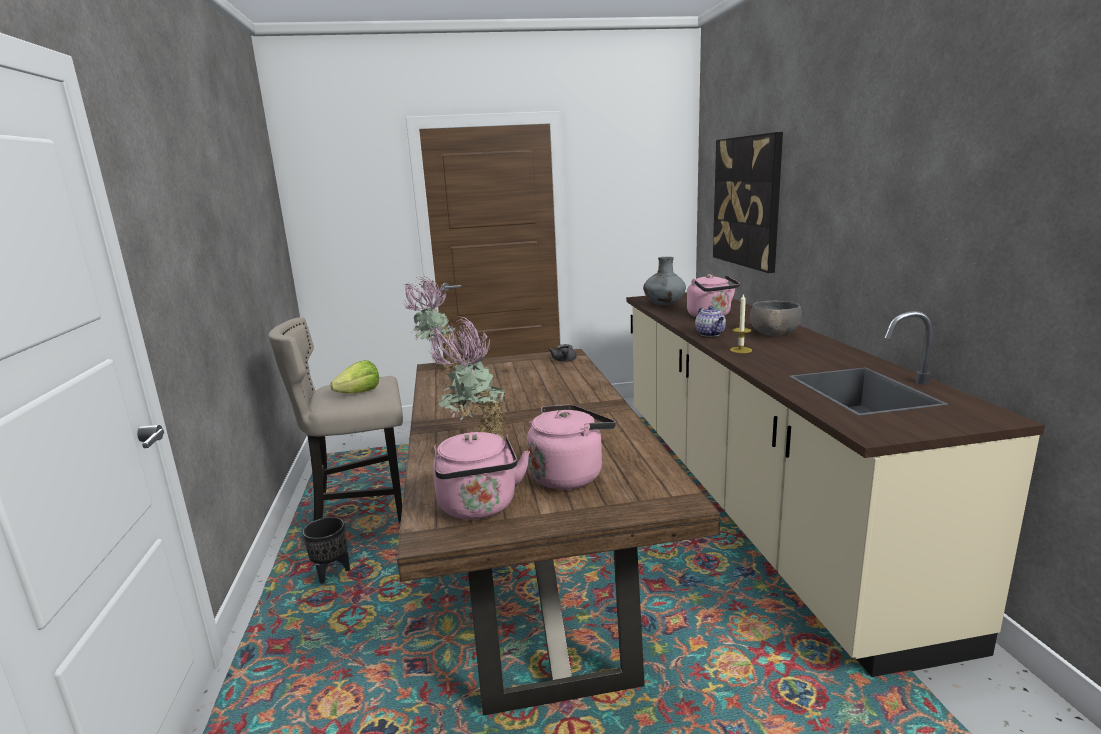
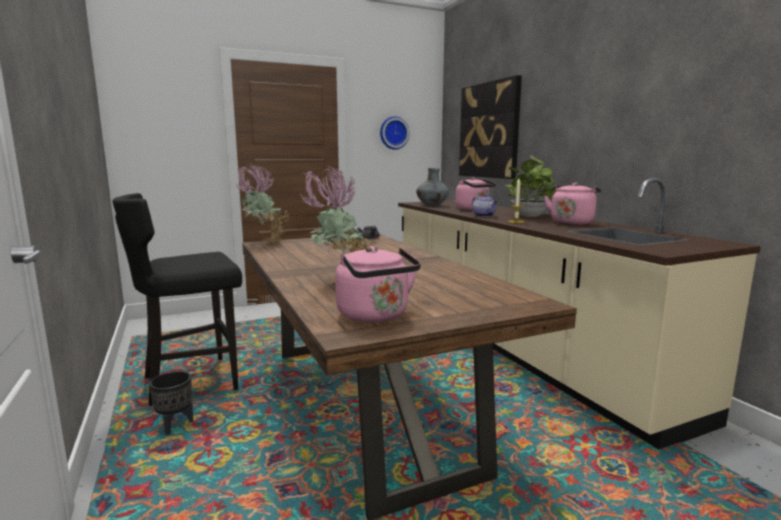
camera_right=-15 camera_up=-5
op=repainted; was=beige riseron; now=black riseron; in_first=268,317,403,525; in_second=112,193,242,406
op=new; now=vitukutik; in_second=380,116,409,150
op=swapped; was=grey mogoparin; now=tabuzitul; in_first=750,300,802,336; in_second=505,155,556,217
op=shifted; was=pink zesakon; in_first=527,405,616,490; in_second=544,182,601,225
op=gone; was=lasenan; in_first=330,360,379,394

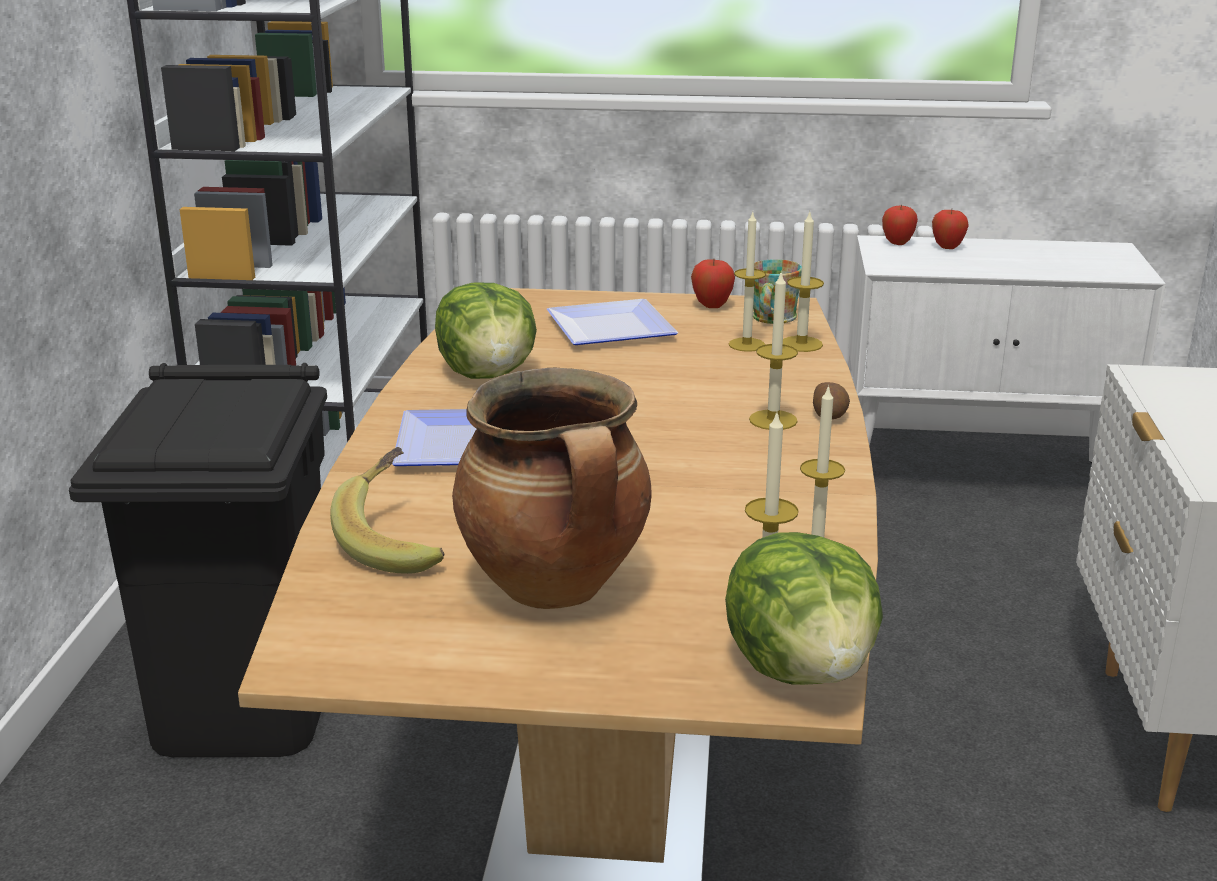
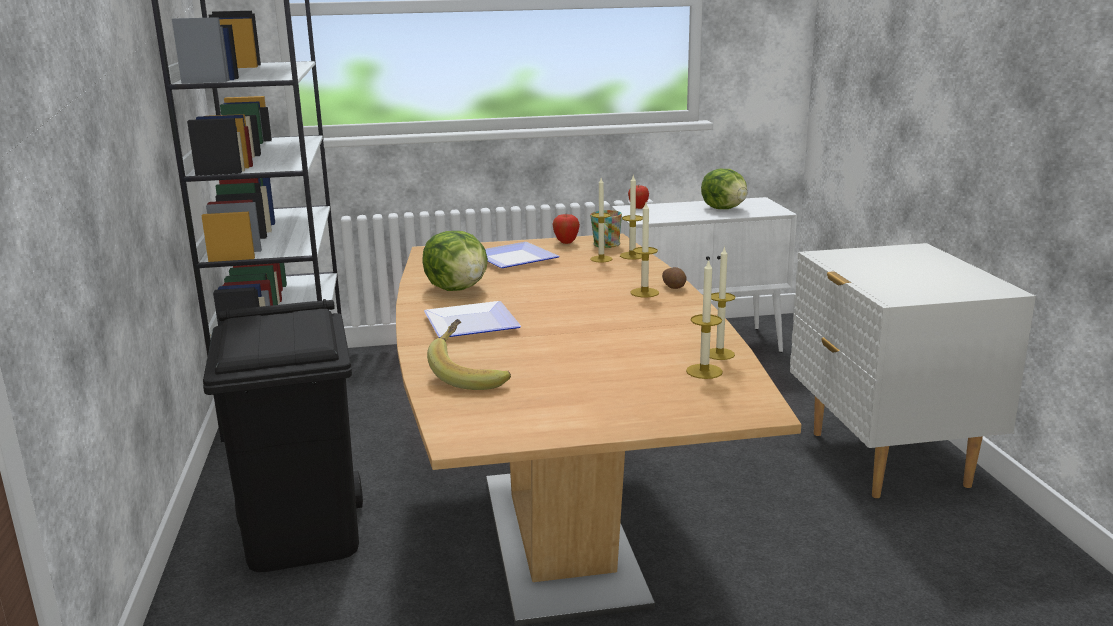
camera_right=-15 camera_up=-5
op=shifted; was=lasenan; in_first=725,532,883,685; in_second=701,169,748,209
op=gone; was=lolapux; in_first=452,368,652,609
op=gone; was=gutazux; in_first=932,210,969,249

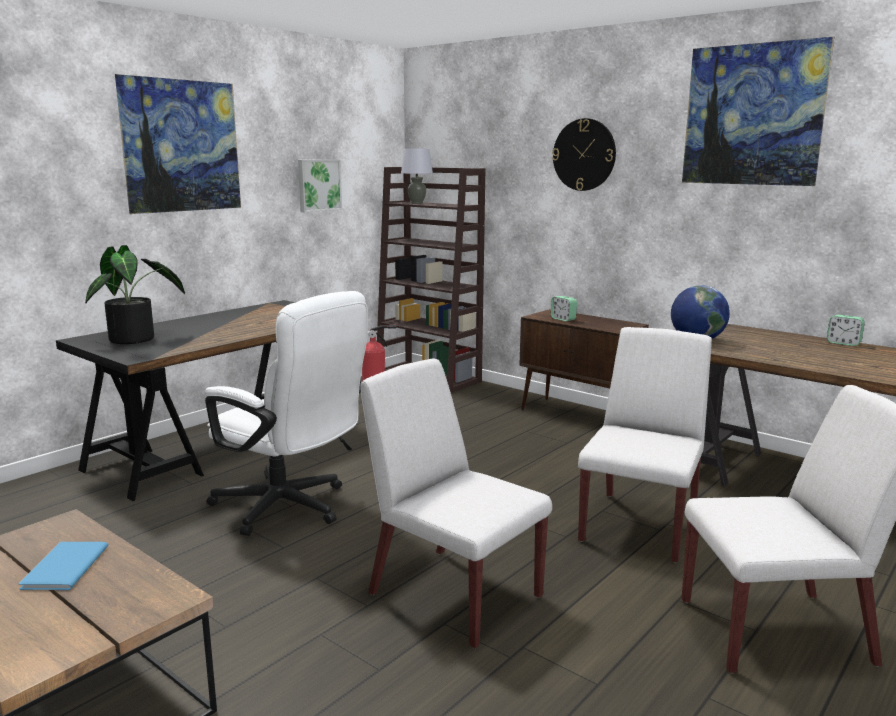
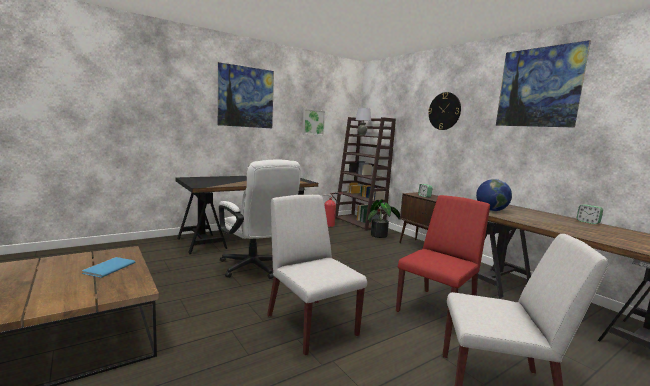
camera_right=15 camera_up=-5
op=shifted; was=tabuzitul; in_first=85,245,185,344; in_second=368,199,400,238
op=repainted; was=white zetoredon; now=red zetoredon; in_first=578,327,712,563; in_second=396,195,490,312

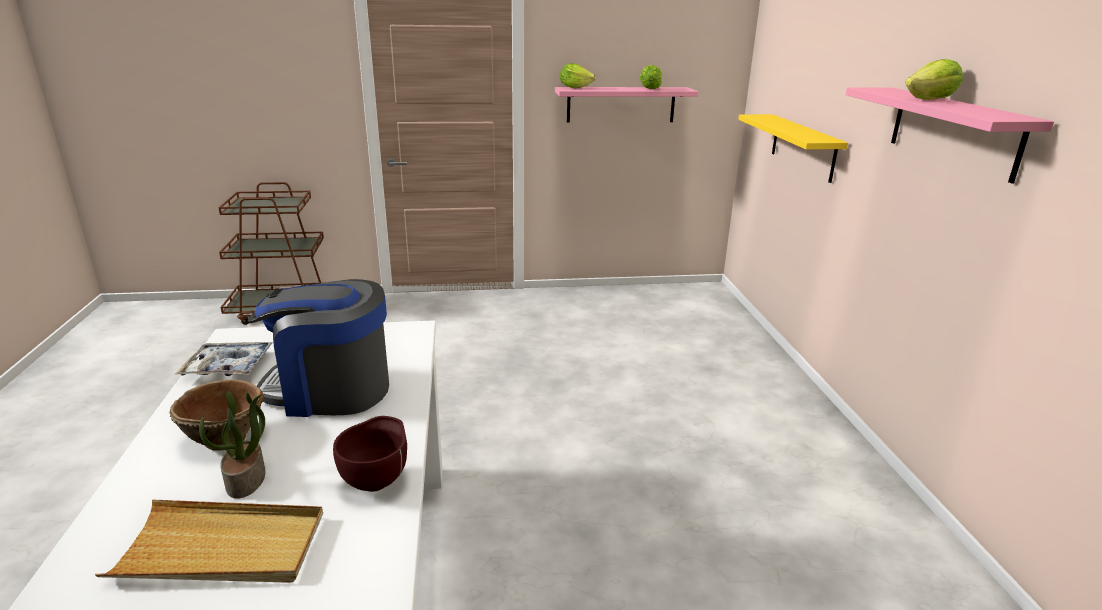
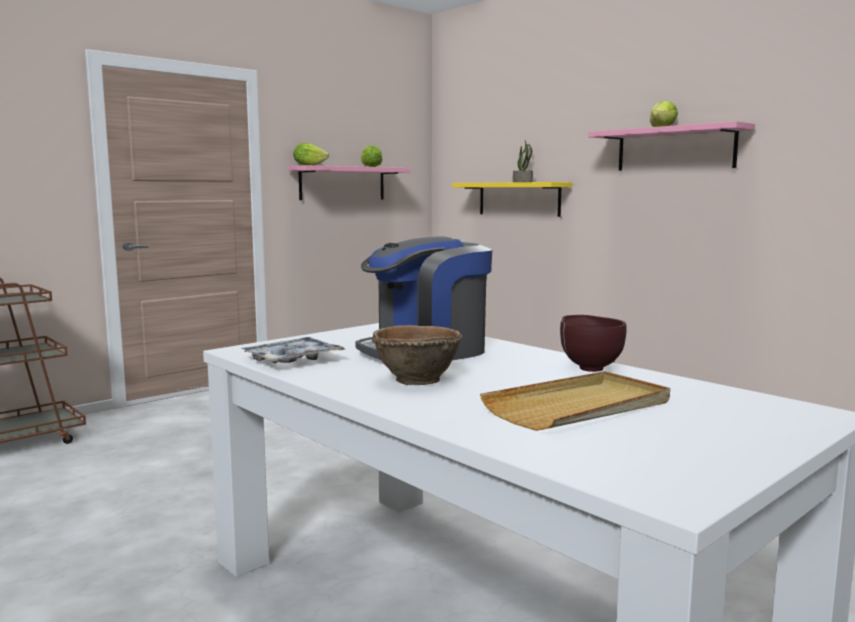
camera_right=-35 camera_up=-15
op=shifted; was=tabuzitul; in_first=199,392,266,499; in_second=513,141,533,182

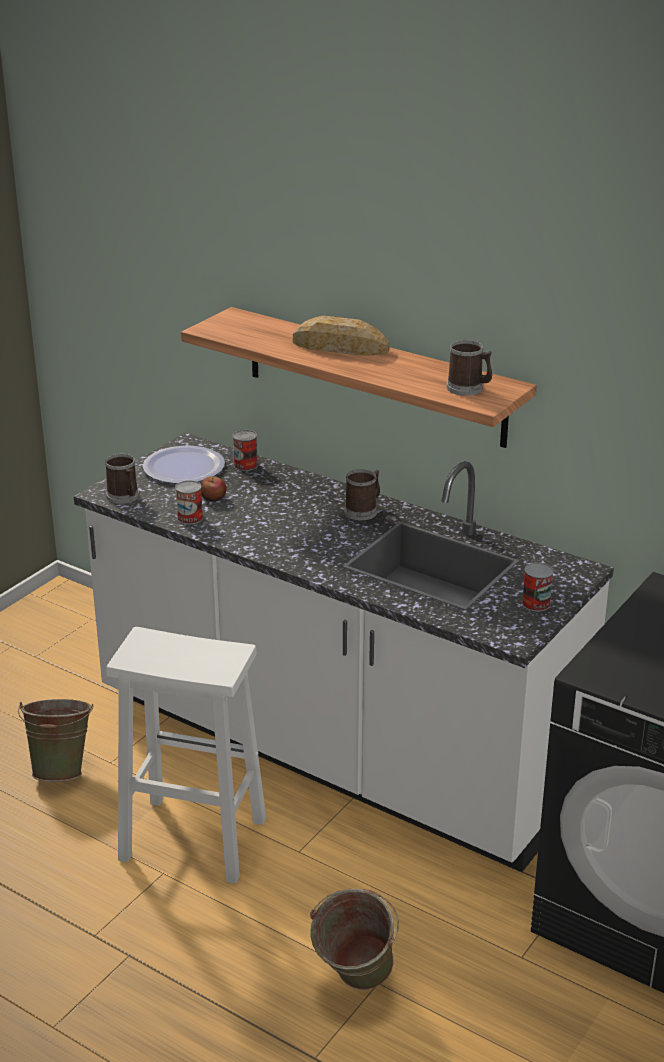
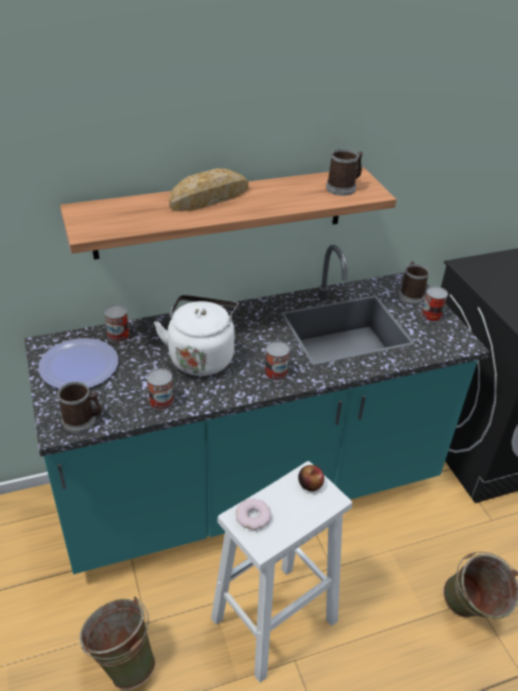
camera_right=-55 camera_up=10
op=repainted; was=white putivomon; now=turquoise putivomon; in_first=74,433,614,872; in_second=24,245,490,574
op=new; now=white zesakon; in_second=154,295,239,376
op=new; now=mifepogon; in_second=236,499,271,530
op=new; now=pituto; in_second=265,341,290,381
op=shifted; was=gutazux; in_first=201,476,226,501; in_second=298,465,324,491
op=shifted; was=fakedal; in_first=344,469,380,520; in_second=399,261,429,304

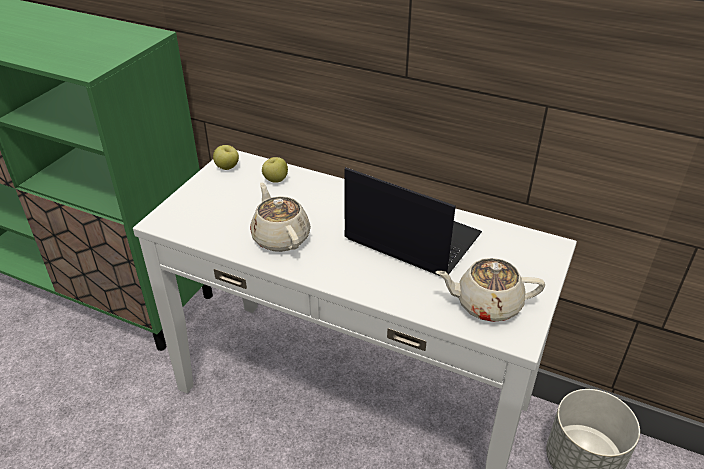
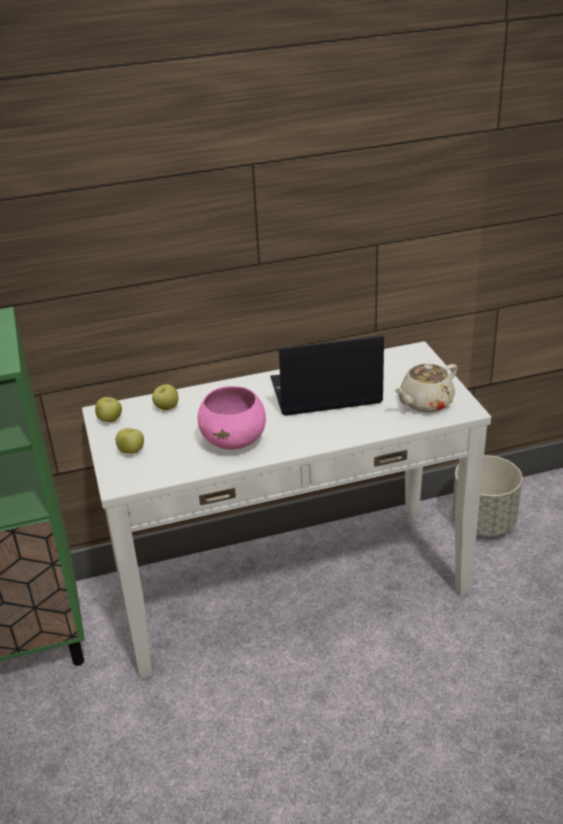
camera_right=-40 camera_up=-5
op=new; now=gutazux; in_second=116,428,144,454
op=swapped; was=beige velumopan; now=pink mogoparin; in_first=250,182,311,252; in_second=198,386,266,450

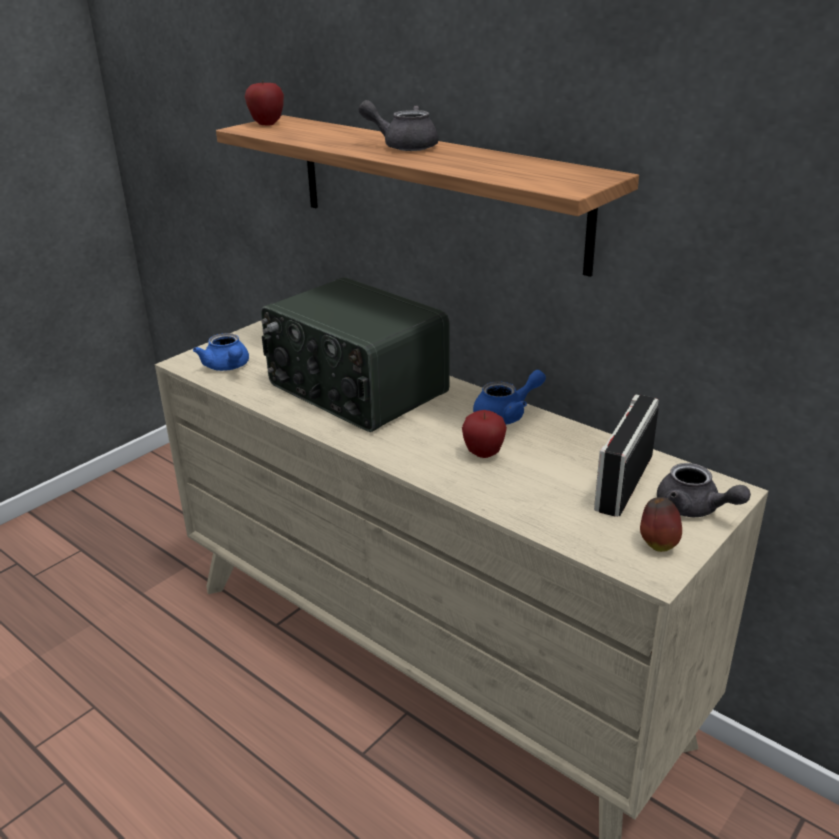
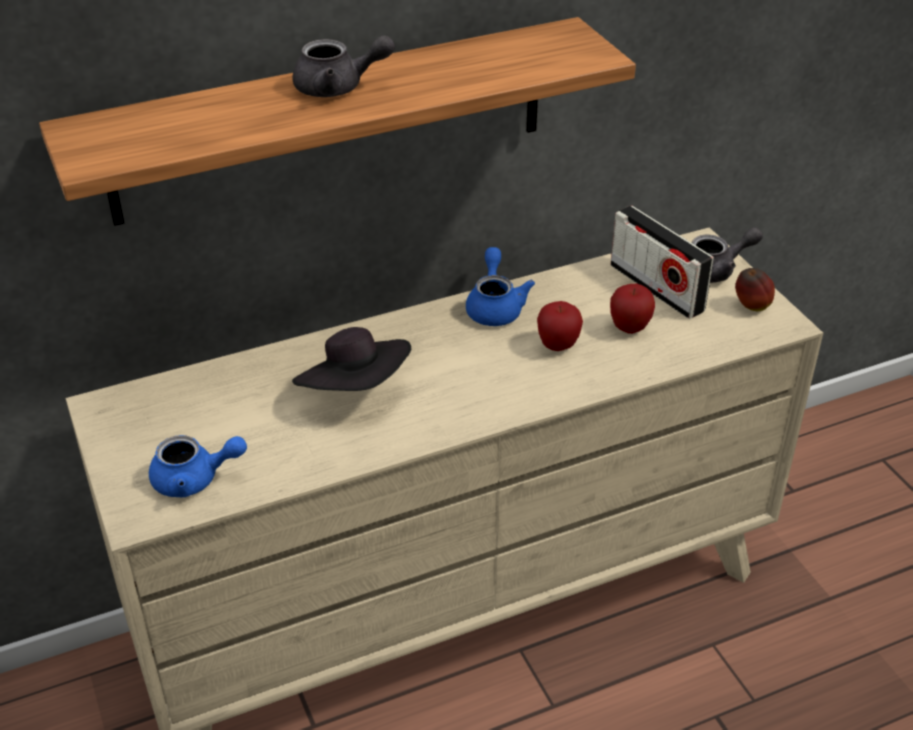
camera_right=-65 camera_up=10
op=swapped; was=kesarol; now=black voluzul; in_first=261,277,450,432; in_second=292,327,411,391
op=rotated; was=grey velumopan; in_first=359,100,439,151; in_second=293,35,395,97; clockwise=-135
op=shifted; was=gutazux; in_first=245,81,284,125; in_second=610,284,655,334

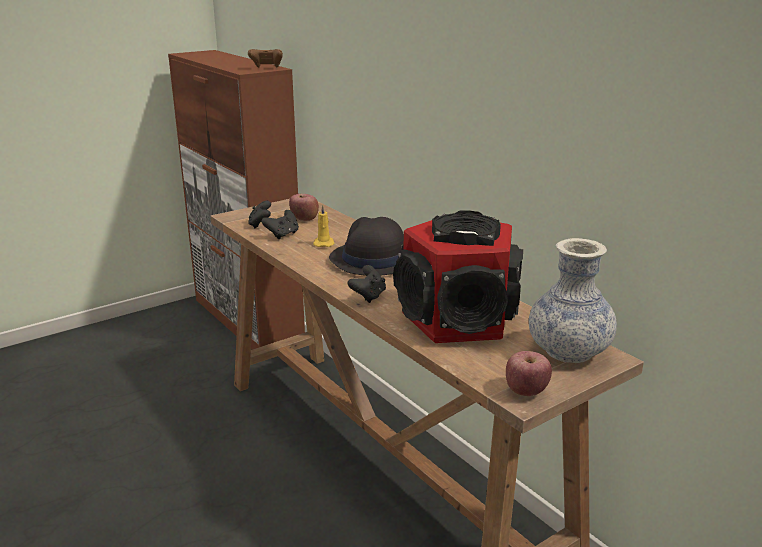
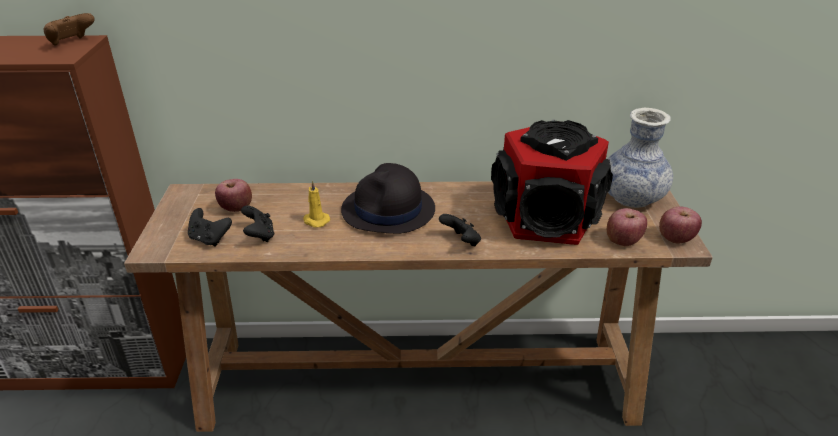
camera_right=-55 camera_up=10
op=new; now=gutazux; in_second=607,208,647,246

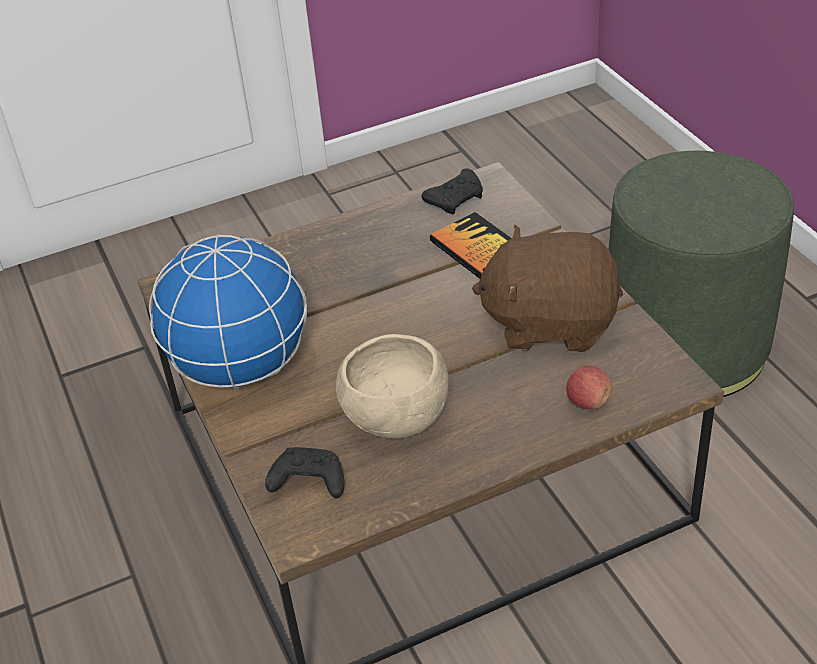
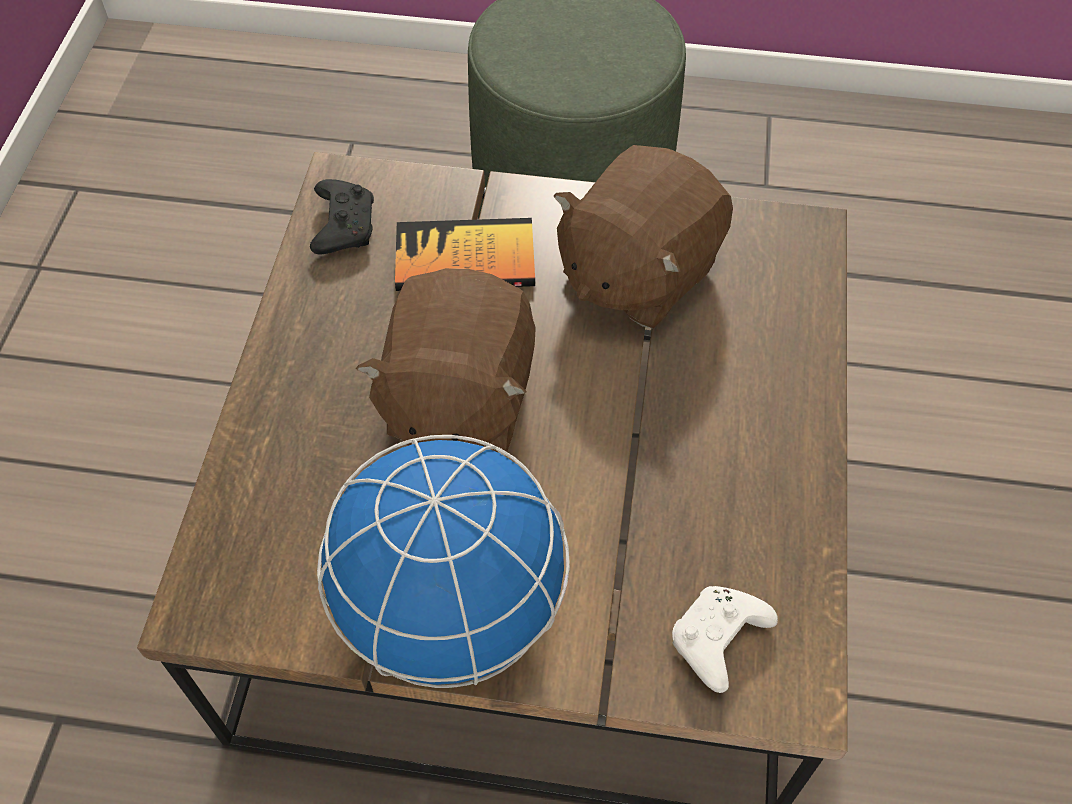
camera_right=-60 camera_up=15
op=new; now=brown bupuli; in_second=356,268,536,453
op=repainted; was=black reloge; now=white reloge; in_first=265,447,344,498; in_second=672,586,778,693
op=gone; was=beige mogoparin; in_first=336,334,449,439
op=gone; was=gutazux; in_first=566,366,612,410

